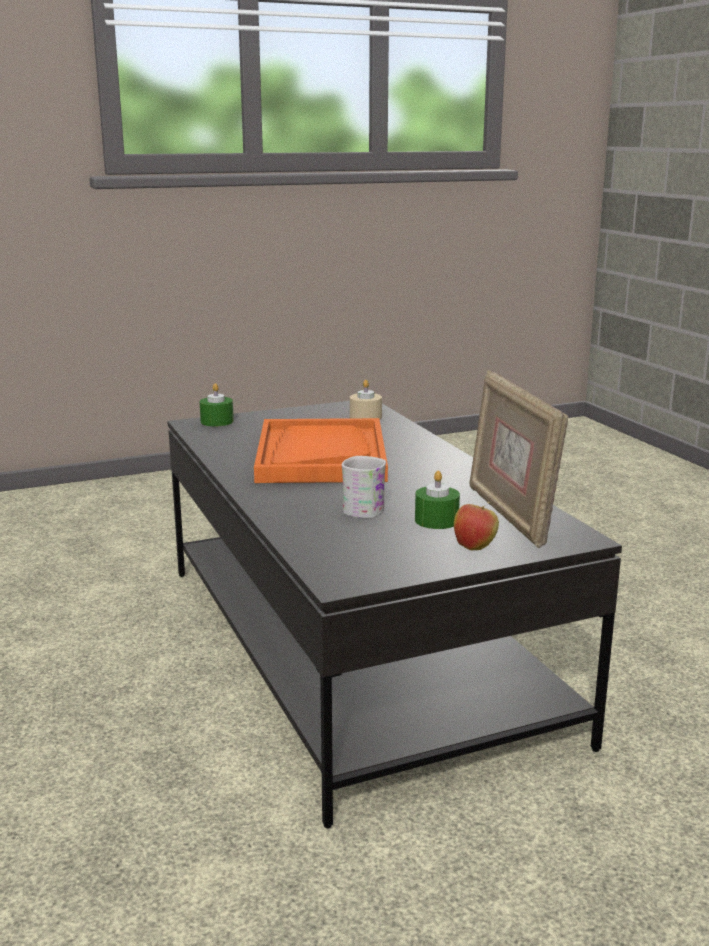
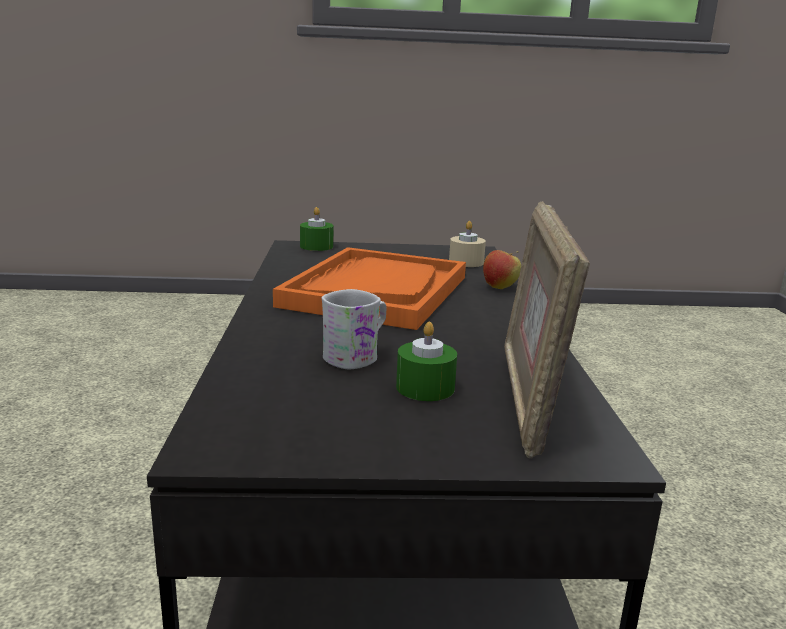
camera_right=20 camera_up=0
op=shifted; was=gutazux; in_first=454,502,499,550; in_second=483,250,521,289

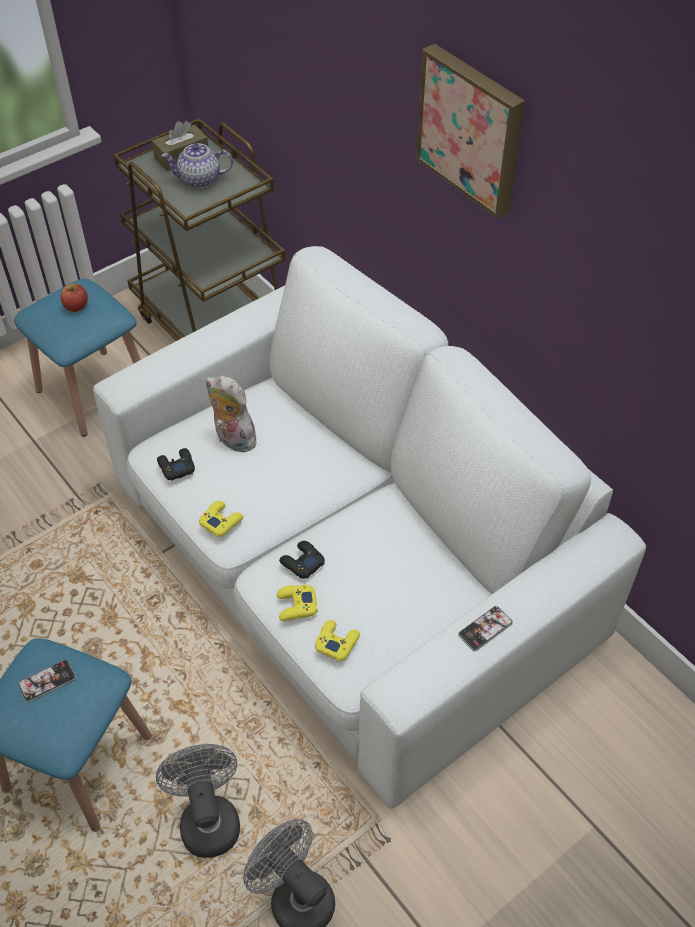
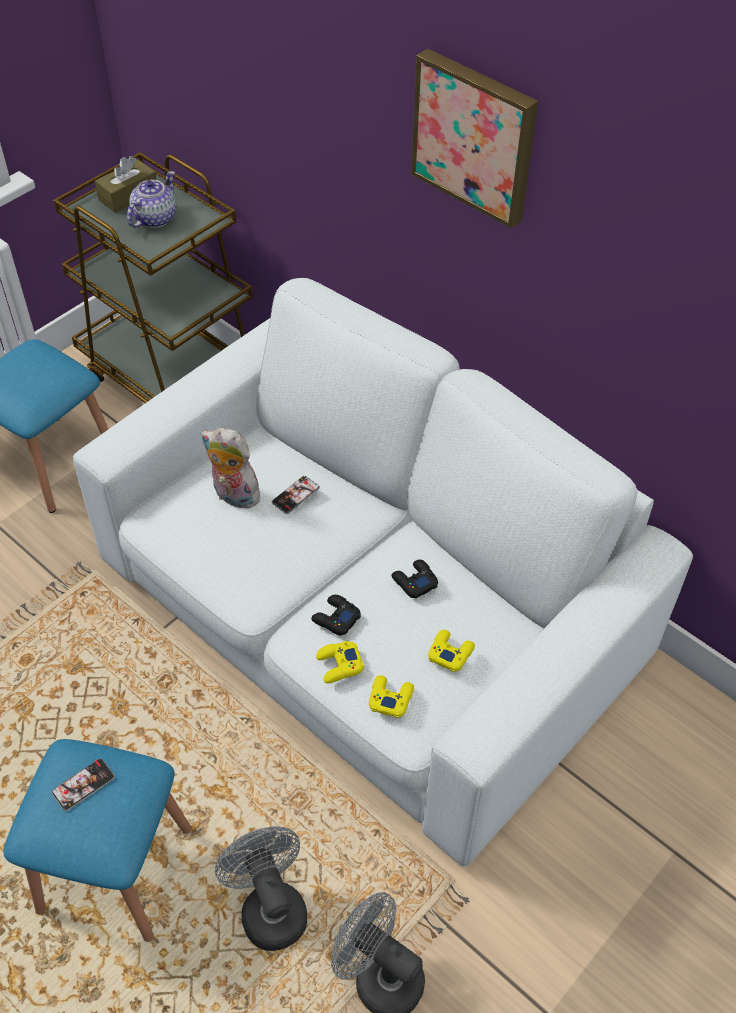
camera_right=-10 camera_up=0
op=rotated; was=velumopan; in_first=161,143,233,188; in_second=127,171,176,228; clockwise=135
op=shifted; was=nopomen; in_first=458,606,513,651; in_second=272,476,320,514
op=shifted; was=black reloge; in_first=157,448,195,481; in_second=391,560,438,598
op=shifted; was=yellow reloge; in_first=199,501,243,537; in_second=428,630,475,672
op=gone; was=gutazux; in_first=61,284,88,312

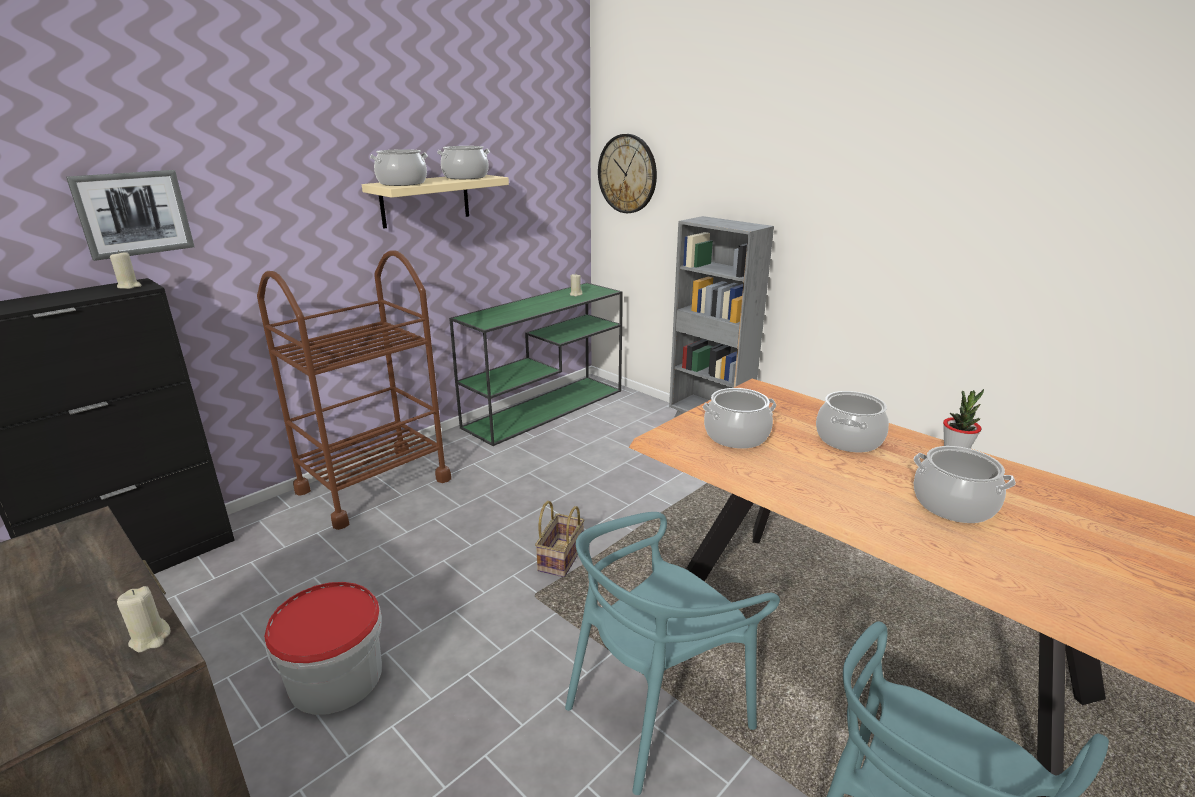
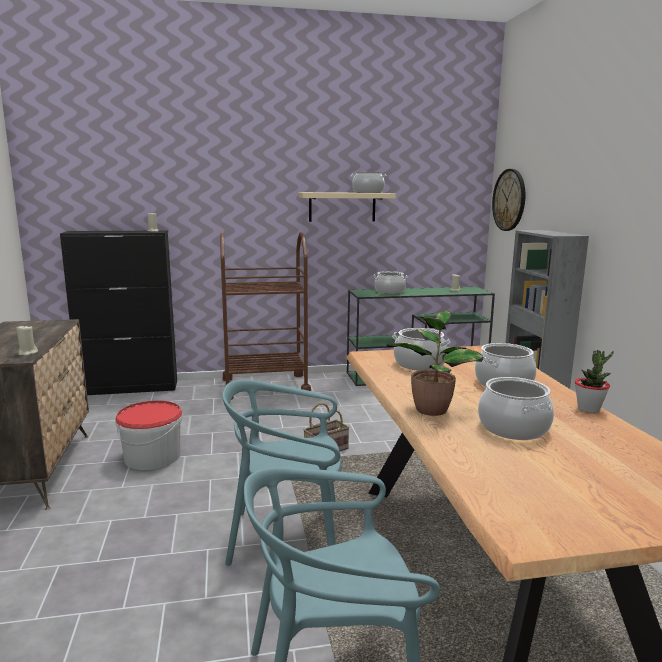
camera_right=35 camera_up=-10
op=shifted; was=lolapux; in_first=370,149,428,186; in_second=373,271,408,294
op=new; now=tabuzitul; in_second=386,311,483,416
op=gone; was=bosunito; in_first=66,170,194,261

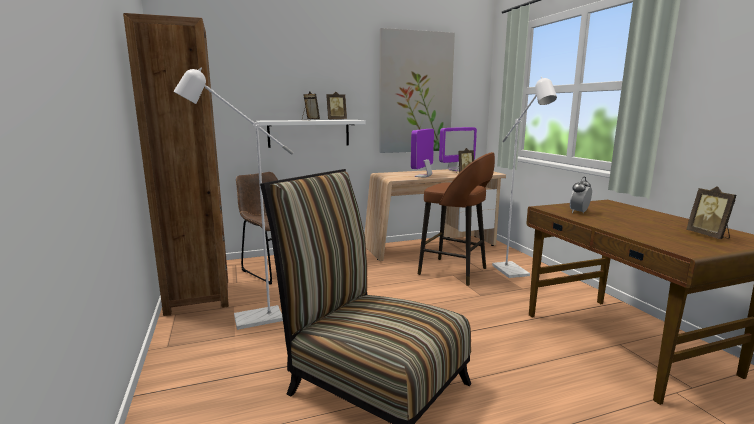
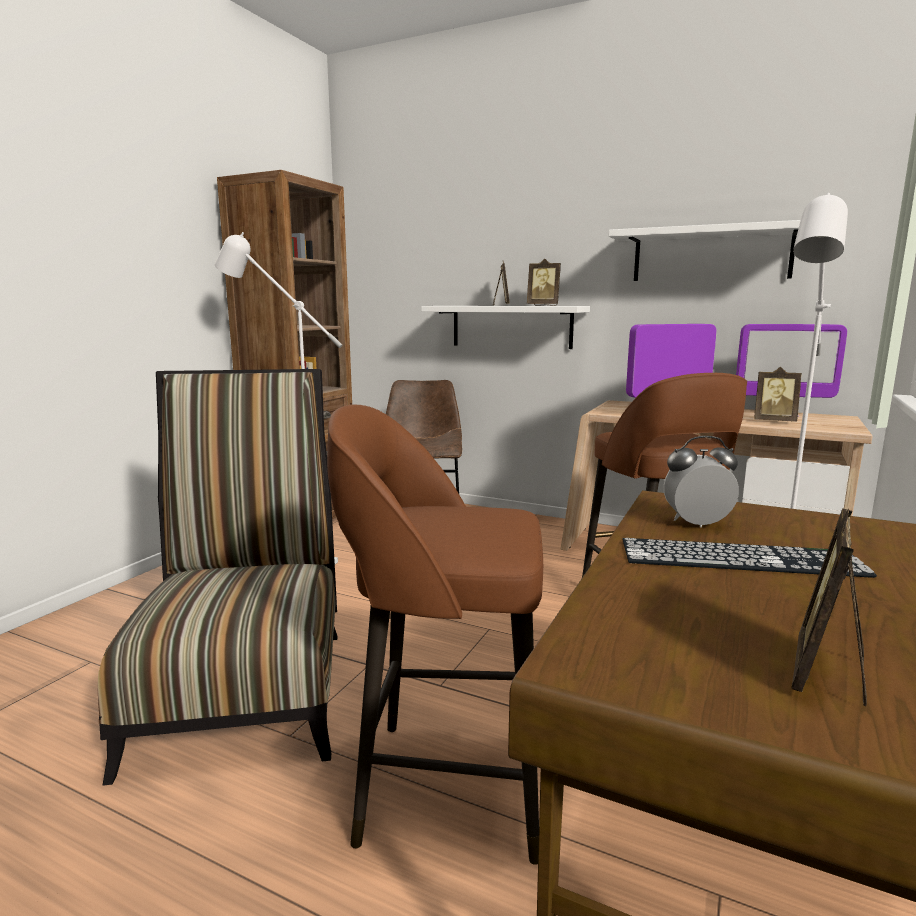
camera_right=45 camera_up=0
op=new; now=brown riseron; in_second=327,405,543,865
op=swapped; was=bosunito; now=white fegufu; in_first=380,28,455,153; in_second=609,220,801,281
op=new; now=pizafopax; in_second=623,538,877,578

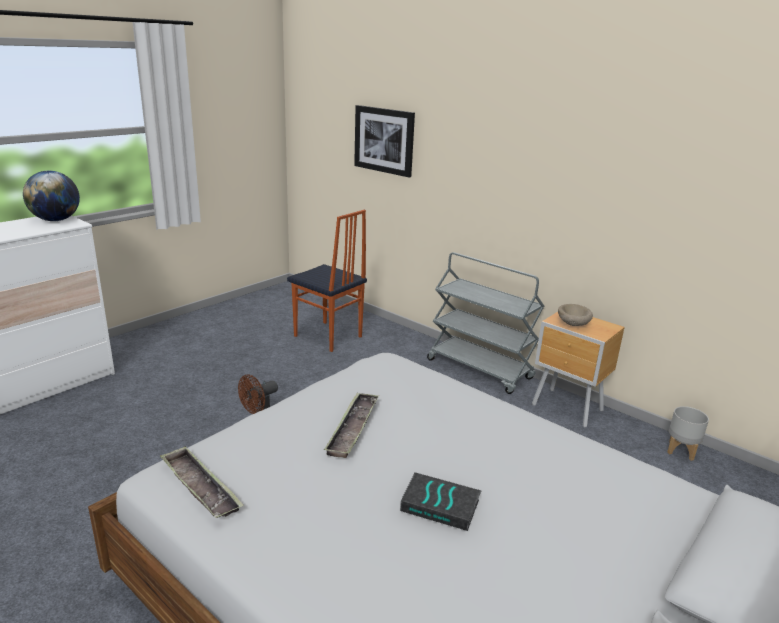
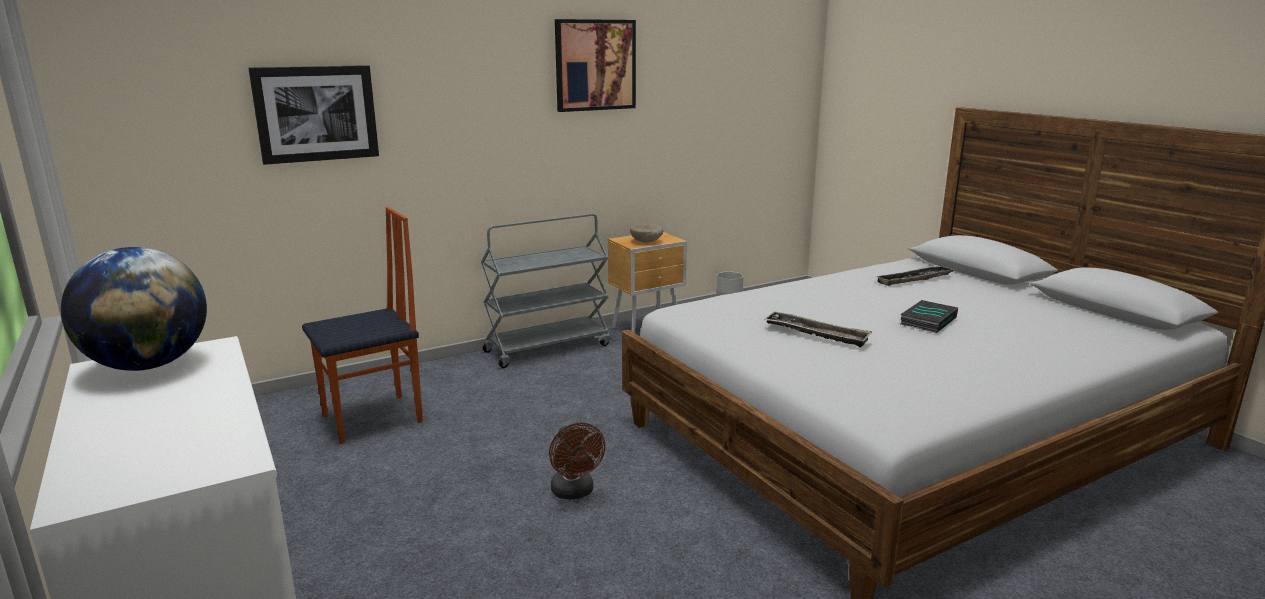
camera_right=-70 camera_up=-5
op=new; now=bosunito; in_second=555,19,636,112
op=shifted; was=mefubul; in_first=160,446,244,518; in_second=877,265,954,286

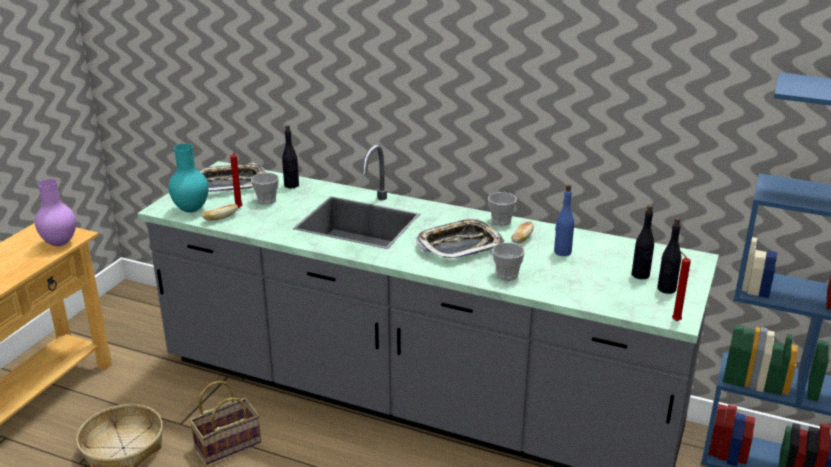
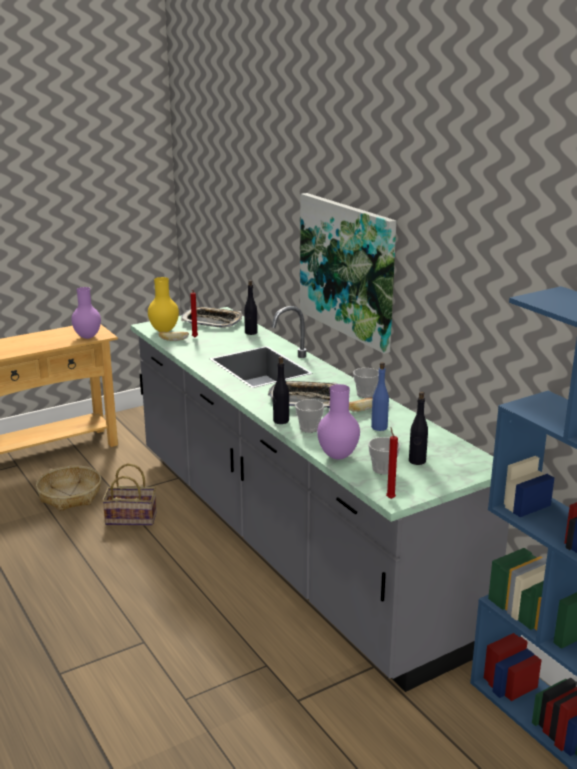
camera_right=35 camera_up=-5
op=repainted; was=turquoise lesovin; now=yellow lesovin; in_first=168,144,209,213; in_second=148,277,179,332
op=shifted; was=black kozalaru; in_first=657,218,681,294; in_second=272,357,289,424
op=new; now=bosunito; in_second=300,193,396,354
op=new; now=purple lesovin; in_second=317,384,360,459
op=shifted; was=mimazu; in_first=251,173,279,205; in_second=368,437,401,475

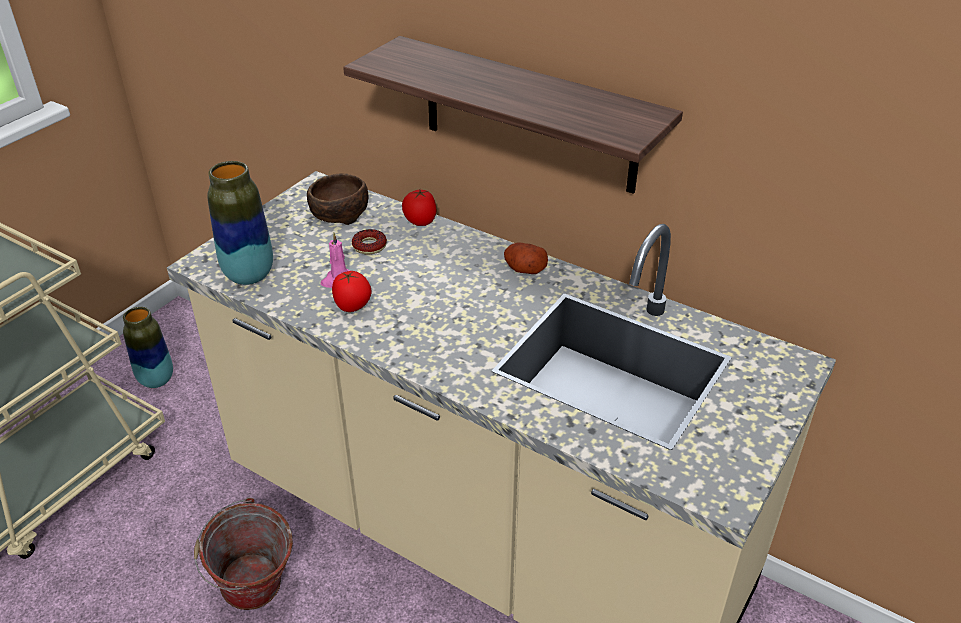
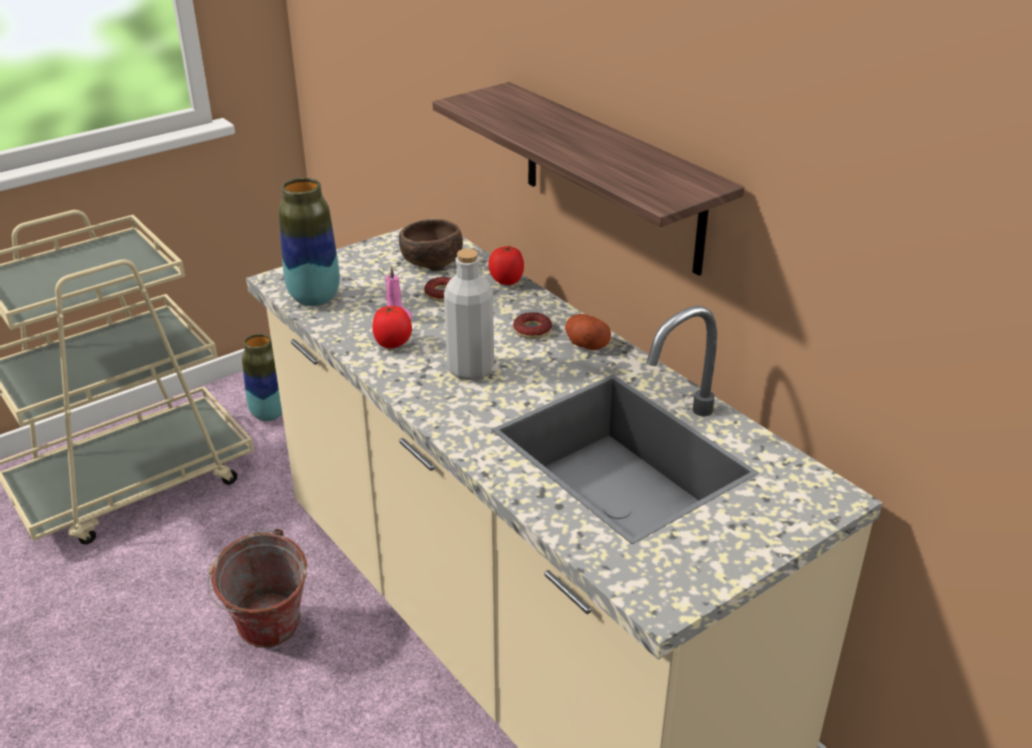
camera_right=20 camera_up=-5
op=new; now=grey kozalaru; in_second=444,249,494,380
op=new; now=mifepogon; in_second=513,312,552,339

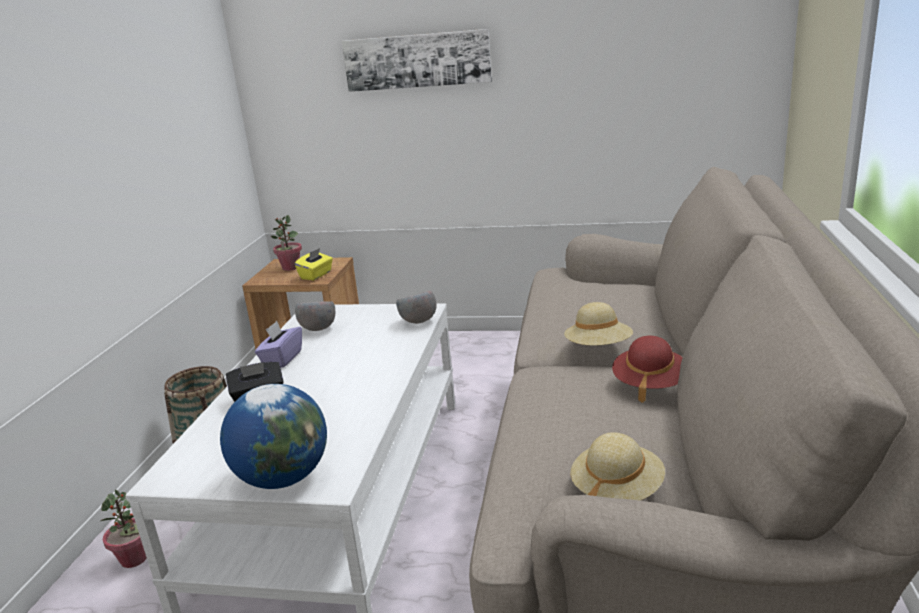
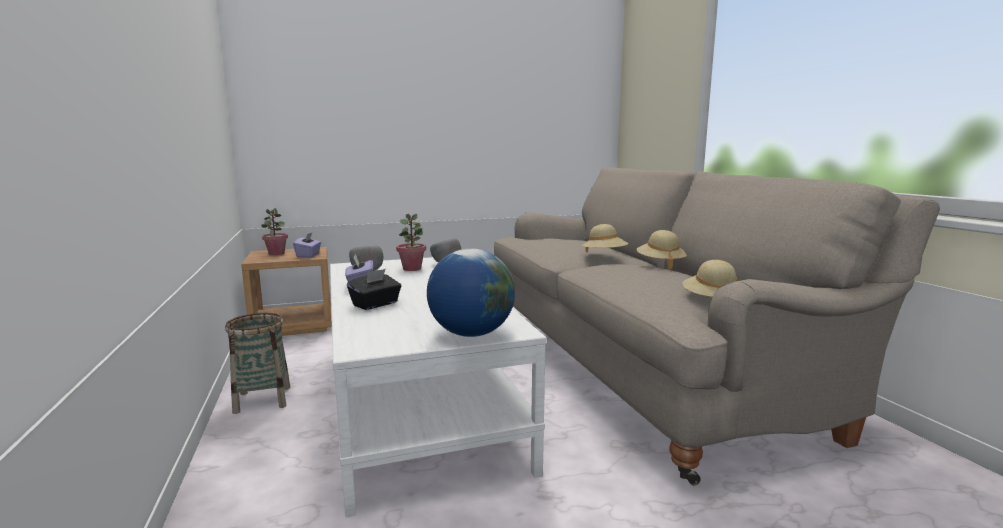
camera_right=-30 camera_up=-10
op=repainted; was=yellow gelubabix; now=purple gelubabix; in_first=295,248,333,280; in_second=293,232,321,258
op=shifted; was=tabuzitul; in_first=100,489,147,568; in_second=396,214,426,271
op=repainted; was=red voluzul; now=beige voluzul; in_first=612,336,683,403; in_second=636,230,687,270
op=gone; was=bosunito; in_first=342,29,492,92

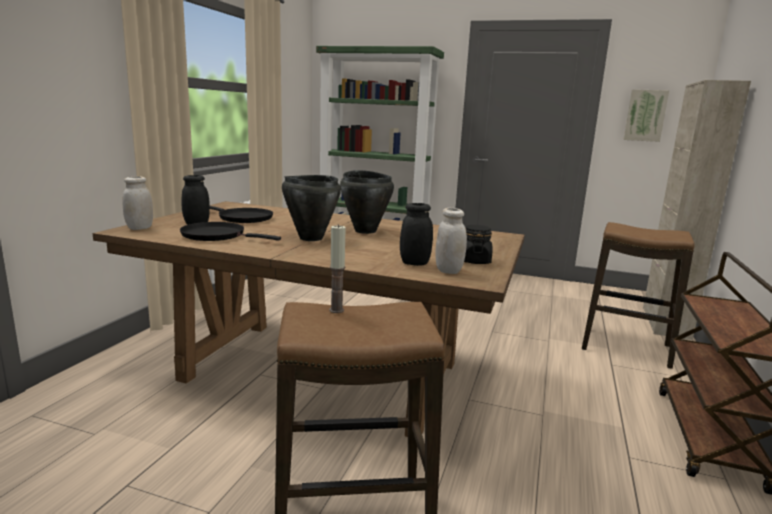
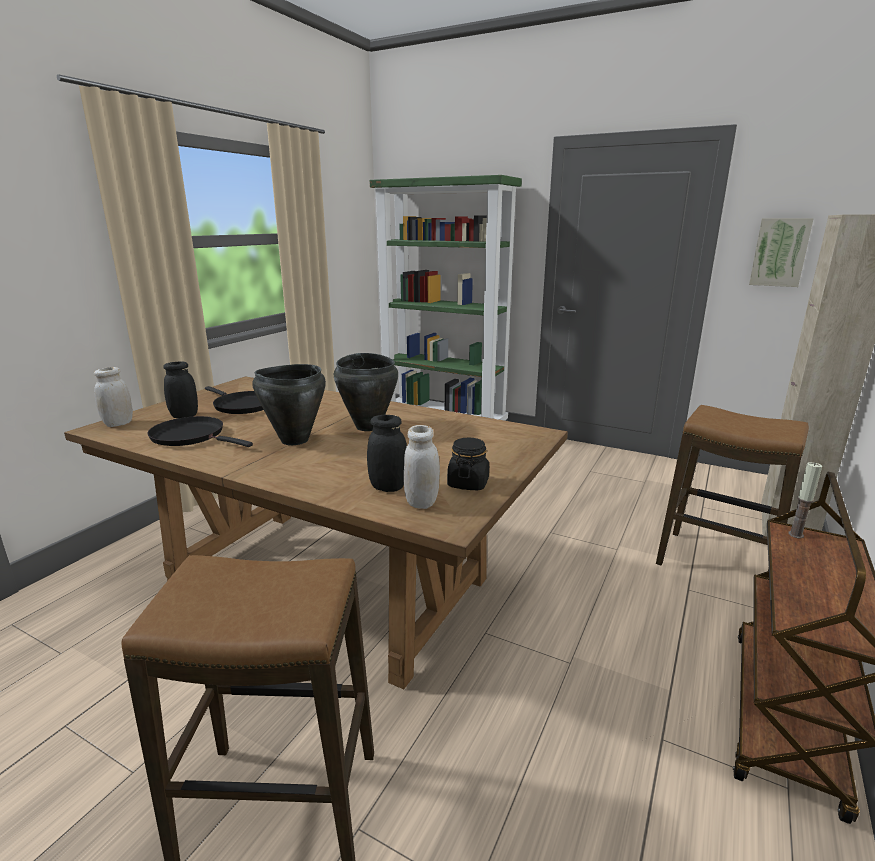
camera_right=10 camera_up=5
op=shifted; was=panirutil; in_first=329,224,346,313; in_second=788,462,822,538

